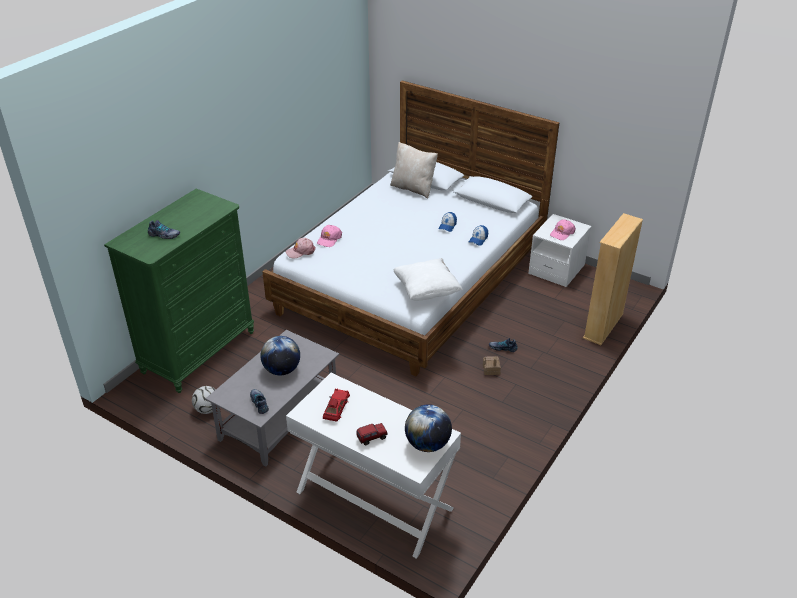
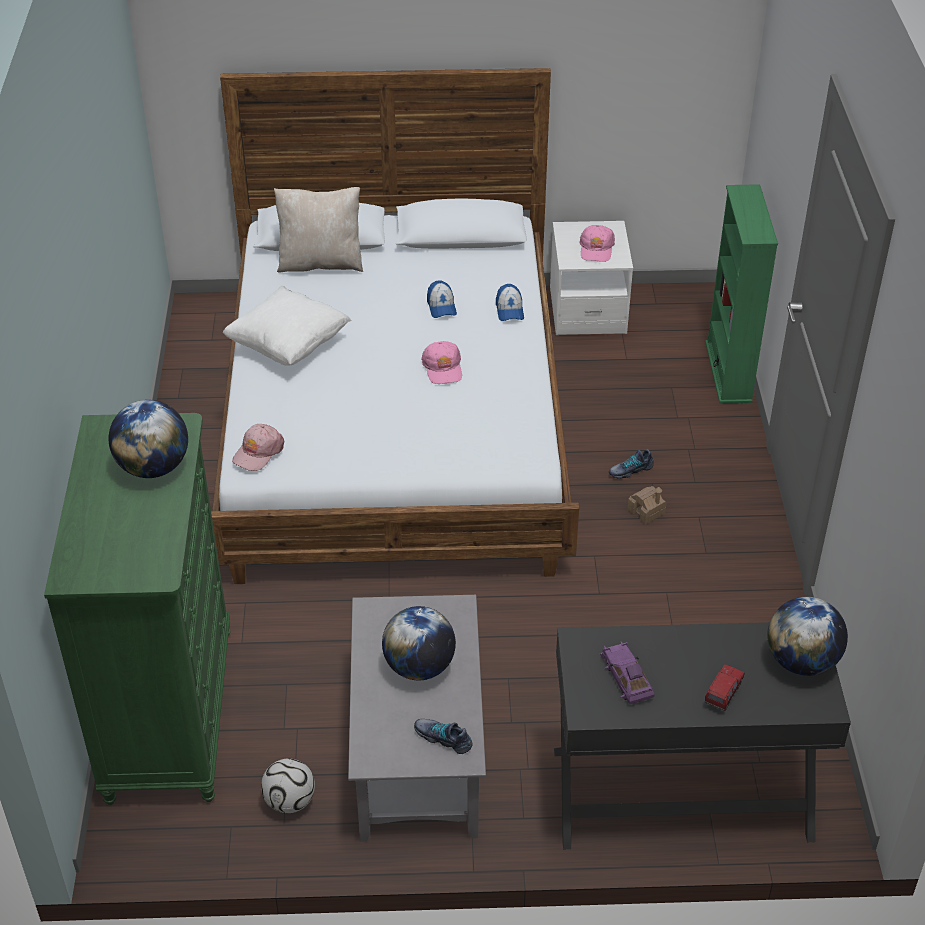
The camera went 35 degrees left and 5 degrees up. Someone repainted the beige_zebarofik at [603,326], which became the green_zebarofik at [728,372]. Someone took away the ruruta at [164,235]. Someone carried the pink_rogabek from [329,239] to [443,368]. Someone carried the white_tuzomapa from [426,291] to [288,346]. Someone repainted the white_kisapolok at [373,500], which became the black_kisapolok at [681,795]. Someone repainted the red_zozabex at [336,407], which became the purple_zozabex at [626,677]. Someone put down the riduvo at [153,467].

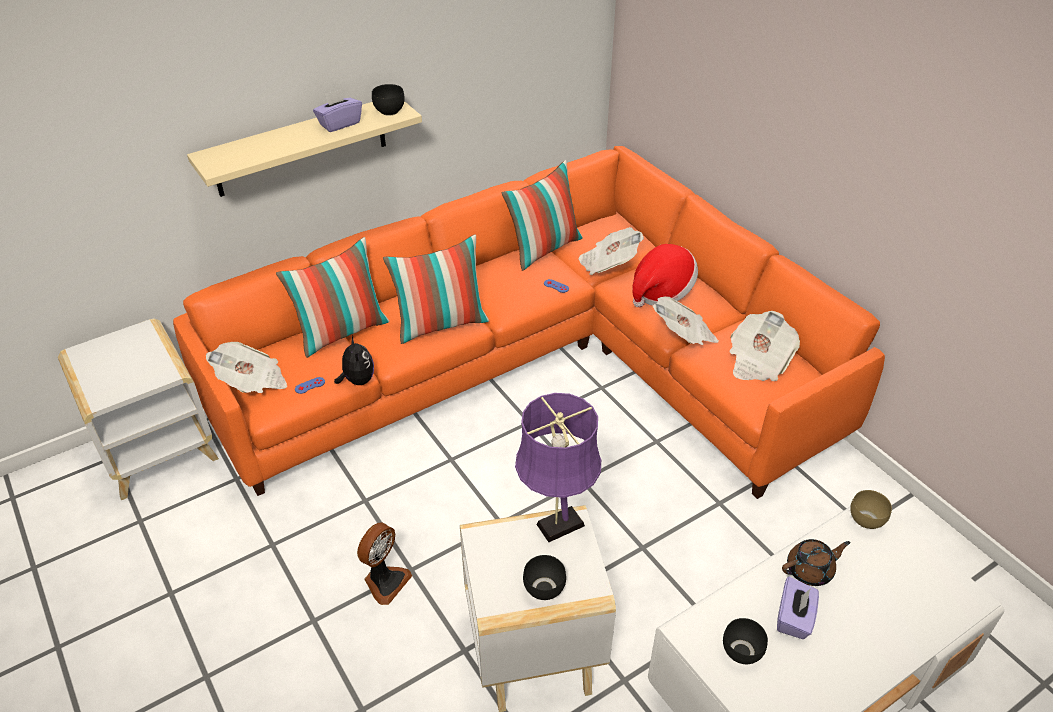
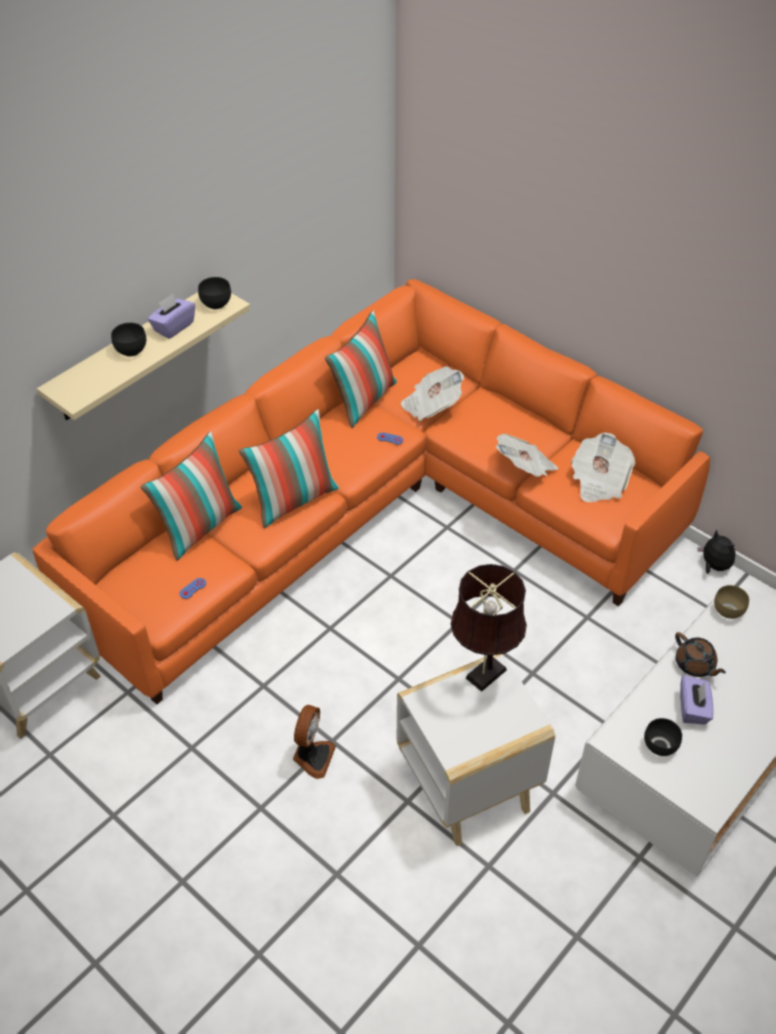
The camera went 15 degrees left and 5 degrees up. Someone took away the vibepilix at [661,291]. Someone carried the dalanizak from [357,380] to [713,566]. Someone took away the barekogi at [252,382]. Someone repainted the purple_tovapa at [556,527], which became the brown_tovapa at [483,676]. Someone rotated the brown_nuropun at [810,570] by 90 degrees clockwise. Someone carried the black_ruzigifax from [545,590] to [132,351].

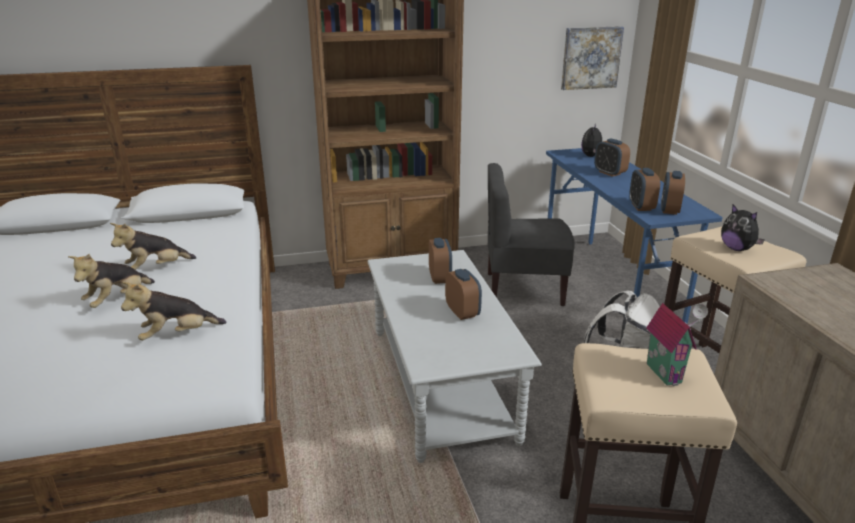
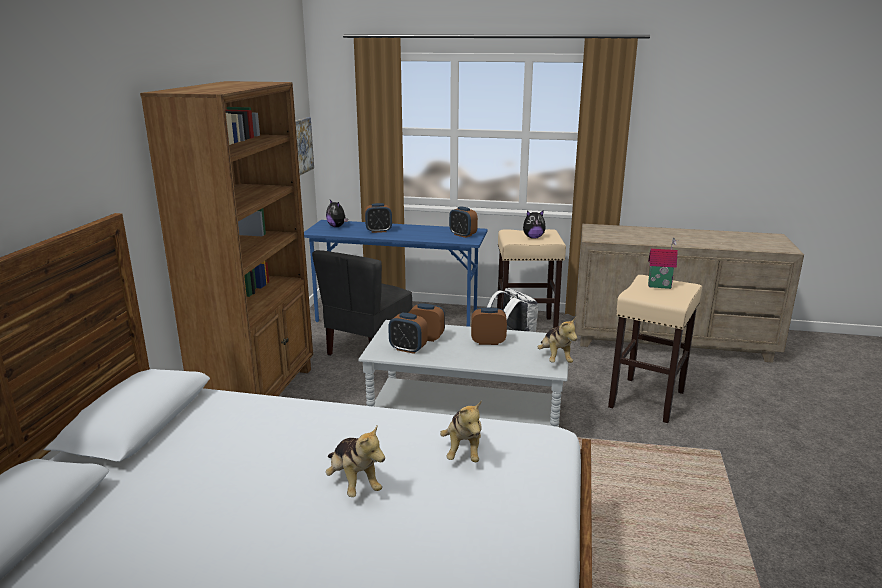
The camera went 65 degrees left and 5 degrees down. Someone carried the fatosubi from [641,207] to [408,349]. Someone carried the dalanizak from [156,269] to [555,358].

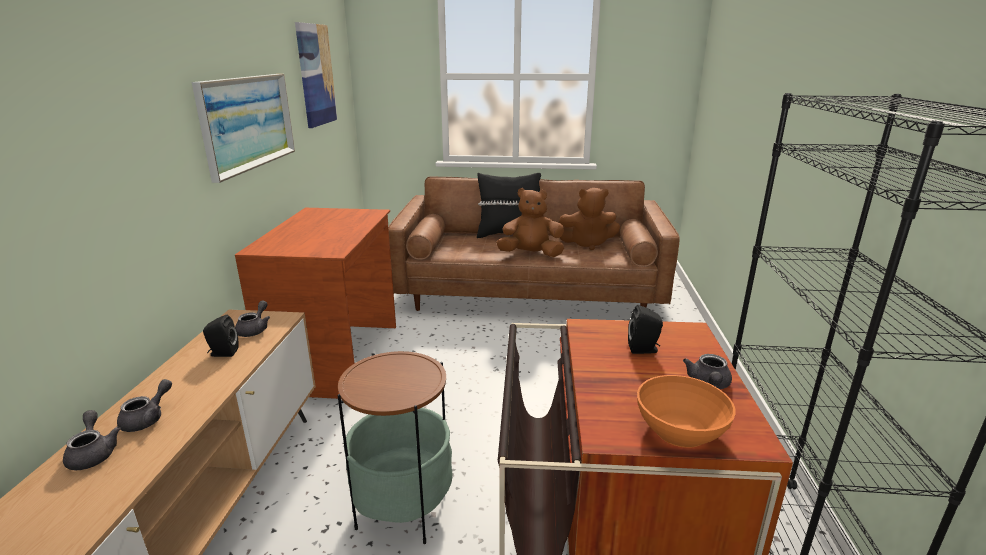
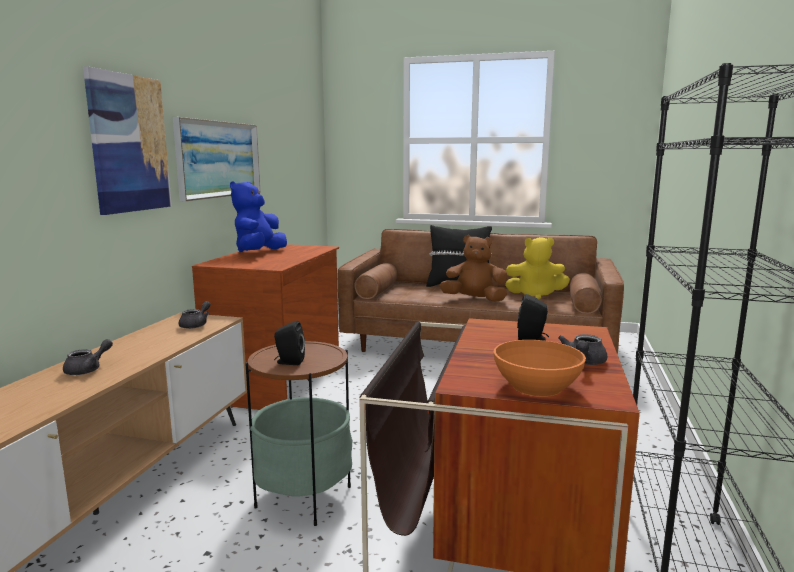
The camera went 10 degrees right and 10 degrees down. Someone carried the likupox from [316,75] to [129,144]. Someone repainted the brown_dalanizak at [587,244], which became the yellow_dalanizak at [535,295]. Someone carried the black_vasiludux from [222,353] to [289,362]. Someone took away the grey_nuropun at [93,453]. Someone put down the blue_dalanizak at [259,253].

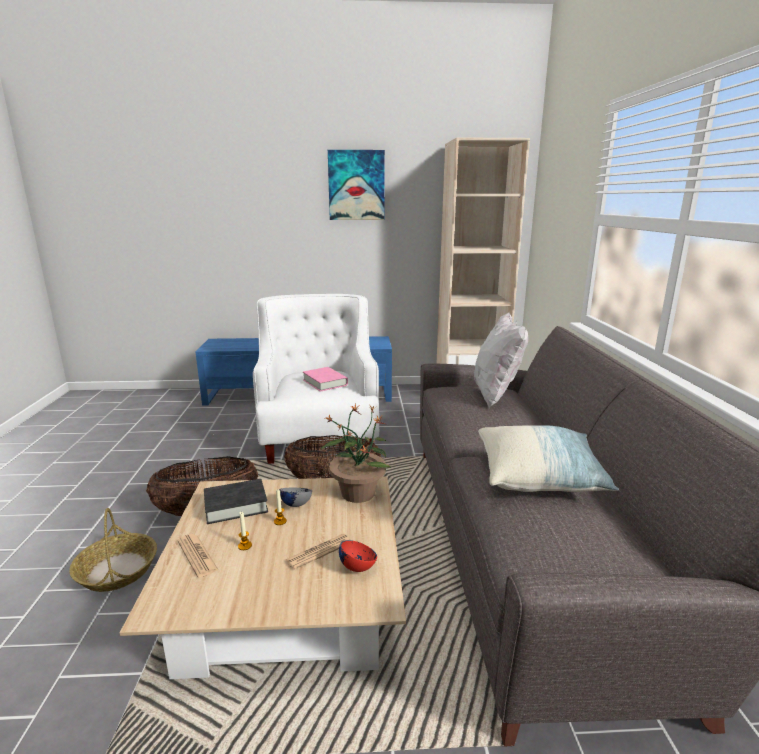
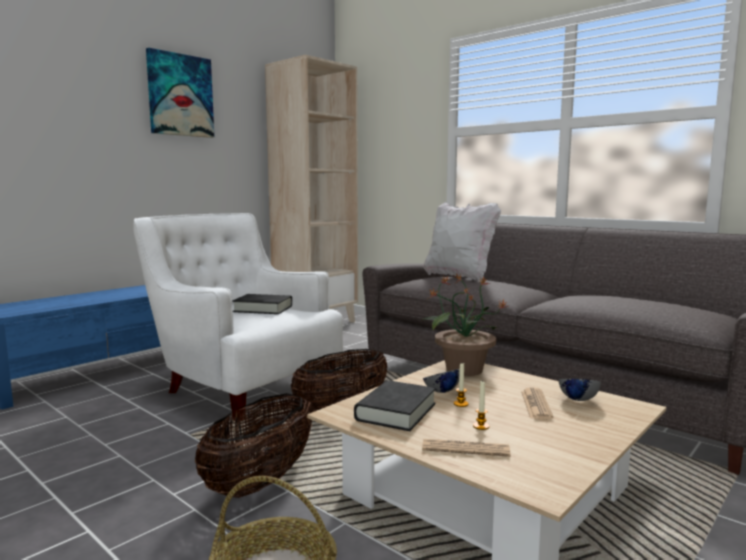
The camera went 45 degrees left and 10 degrees down. Someone repainted the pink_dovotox at [325,382], which became the black_dovotox at [263,309]. Someone took away the tuzomapa at [539,476]. Someone repainted the red_ruzigifax at [358,567], which became the grey_ruzigifax at [578,399].

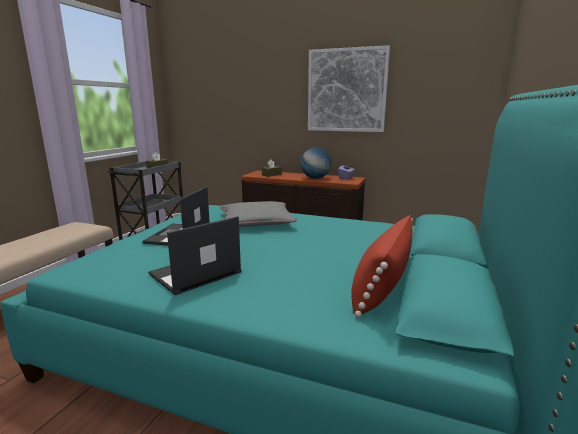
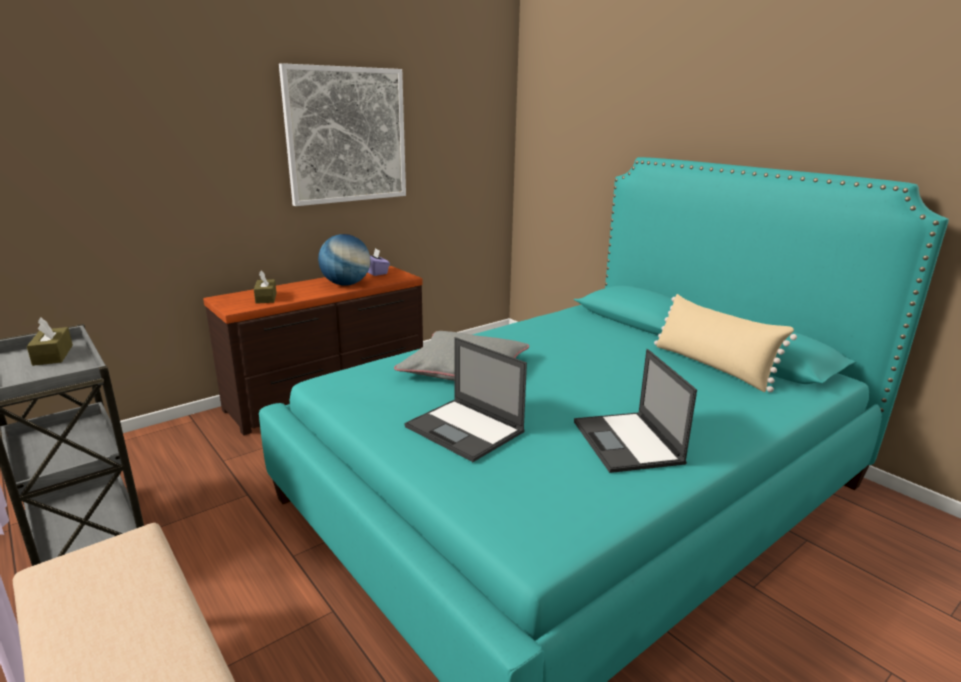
The camera went 60 degrees left and 5 degrees up. Someone repainted the red_tuzomapa at [381,286], which became the beige_tuzomapa at [712,366].

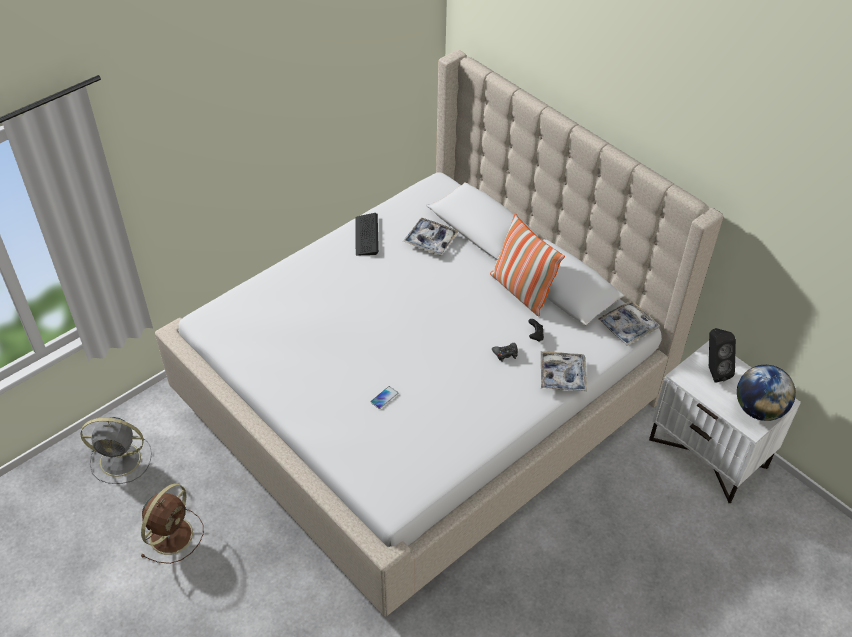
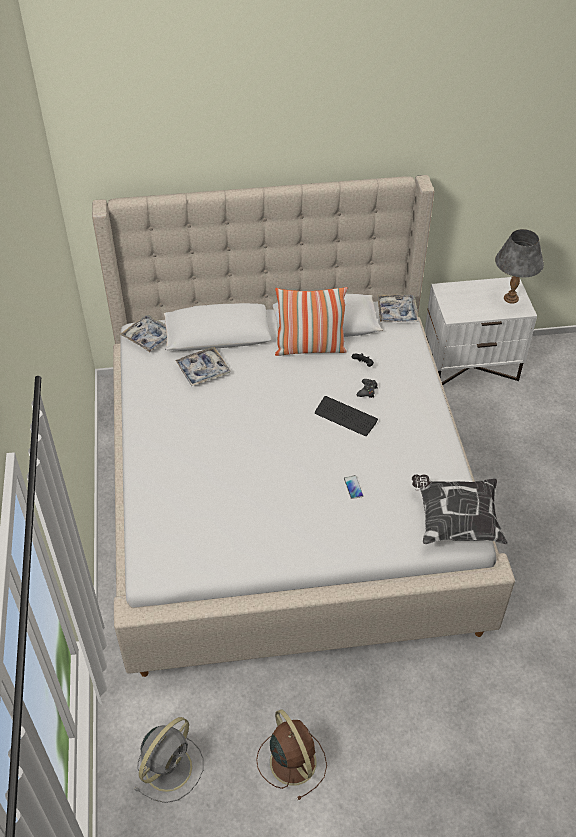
The camera went 55 degrees left and 0 degrees up. Someone carried the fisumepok from [366,235] to [345,417]. Someone took away the black_vasiludux at [713,371]. Someone carried the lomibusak from [562,375] to [149,337]. Someone swapped the riduvo at [758,409] for the grey_tovapa at [511,298]. Someone put down the tuzomapa at [455,520].

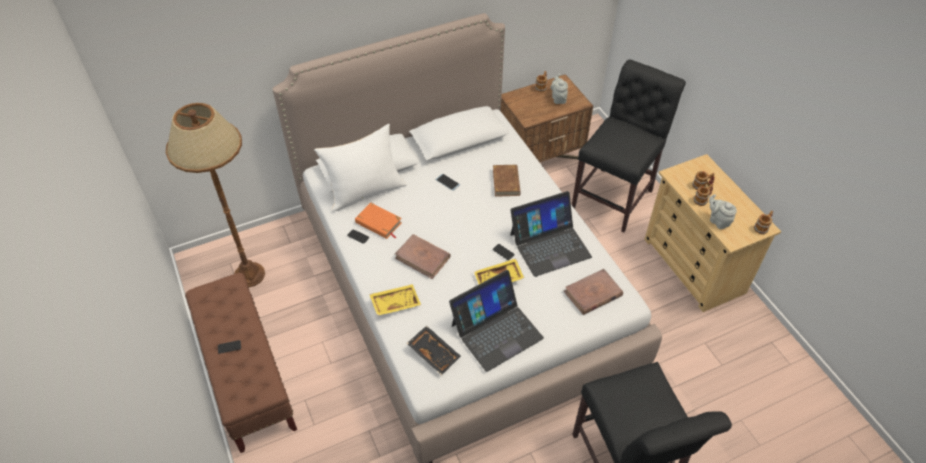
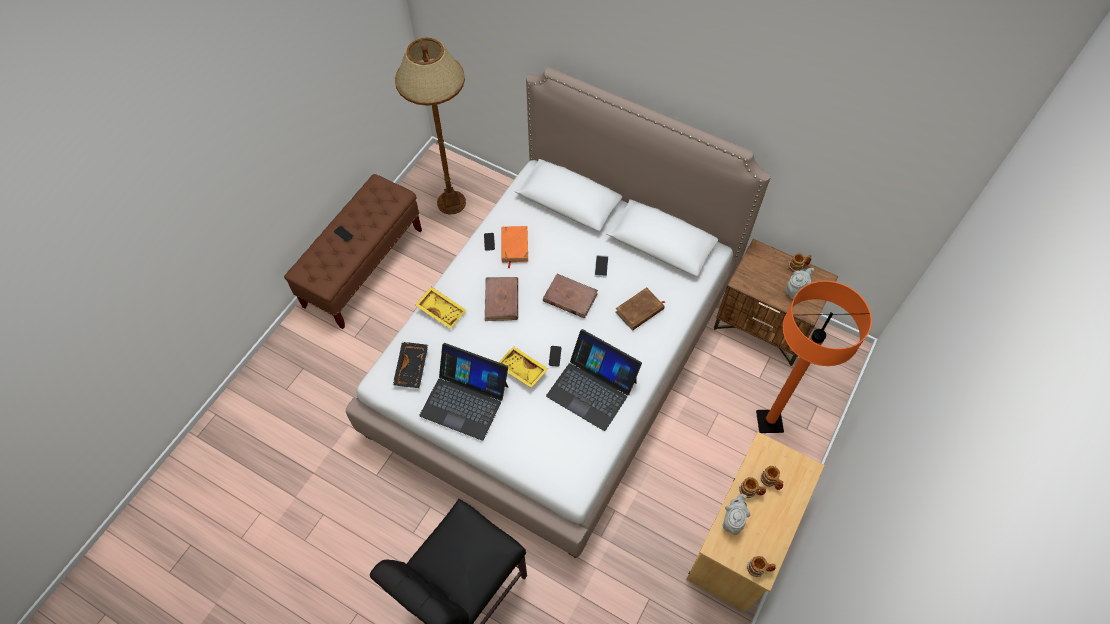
The camera went 55 degrees right and 10 degrees up. Someone swapped the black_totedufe at [615,196] for the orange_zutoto at [769,422]. Someone took away the white_tuzomapa at [365,191]. Someone carried the brown_dovotox from [592,294] to [570,297].

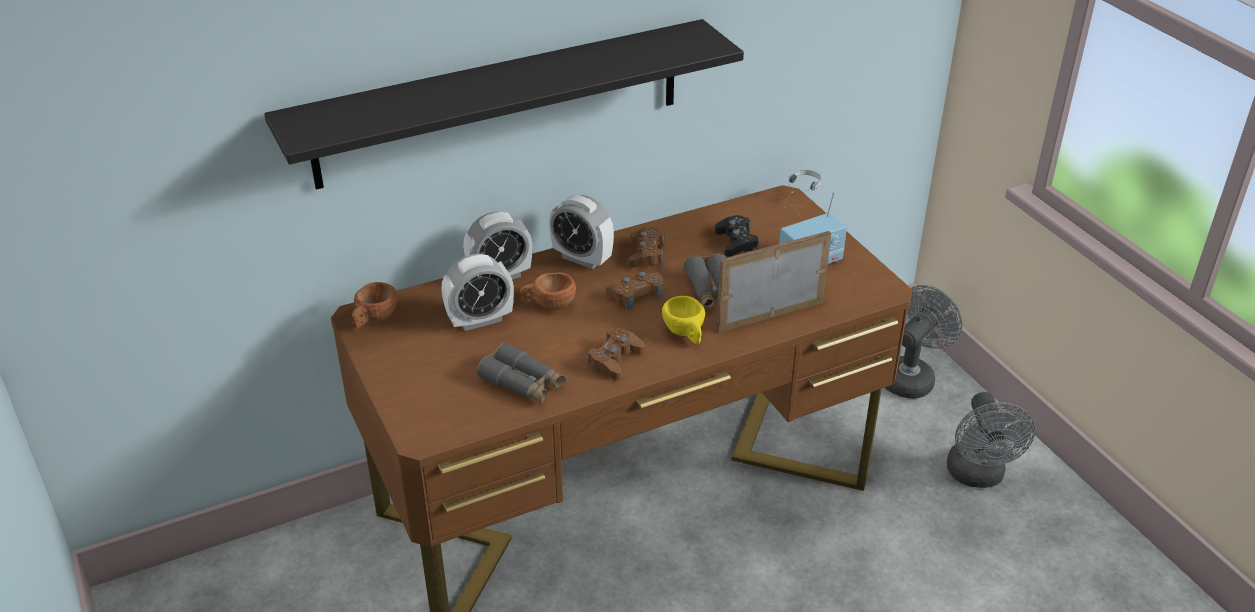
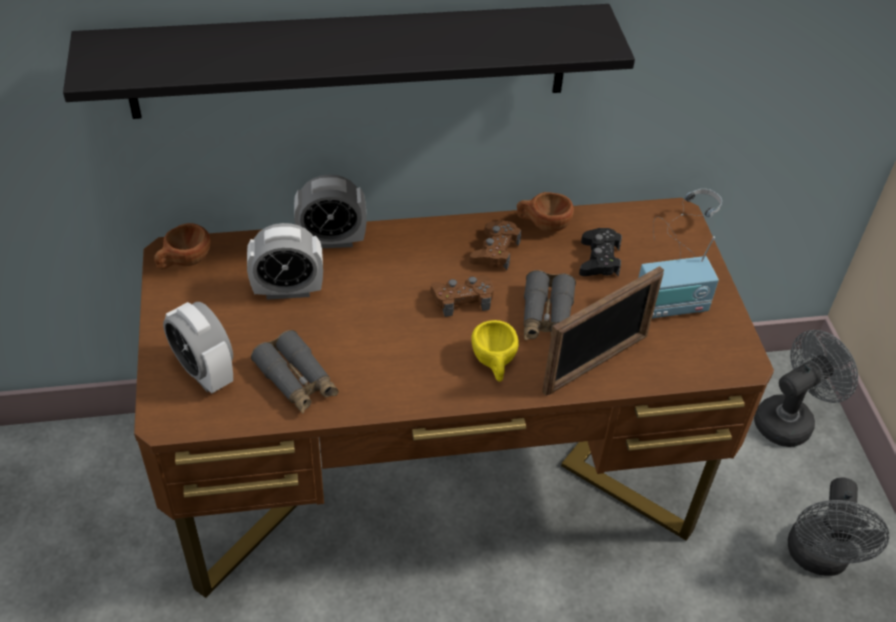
The camera went 15 degrees right and 10 degrees up. Someone carried the fatosubi from [582,258] to [204,372]. Someone rotated the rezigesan at [769,316] by 150 degrees clockwise. Someone carried the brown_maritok from [548,305] to [542,224]. Someone took away the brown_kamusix at [615,359].

